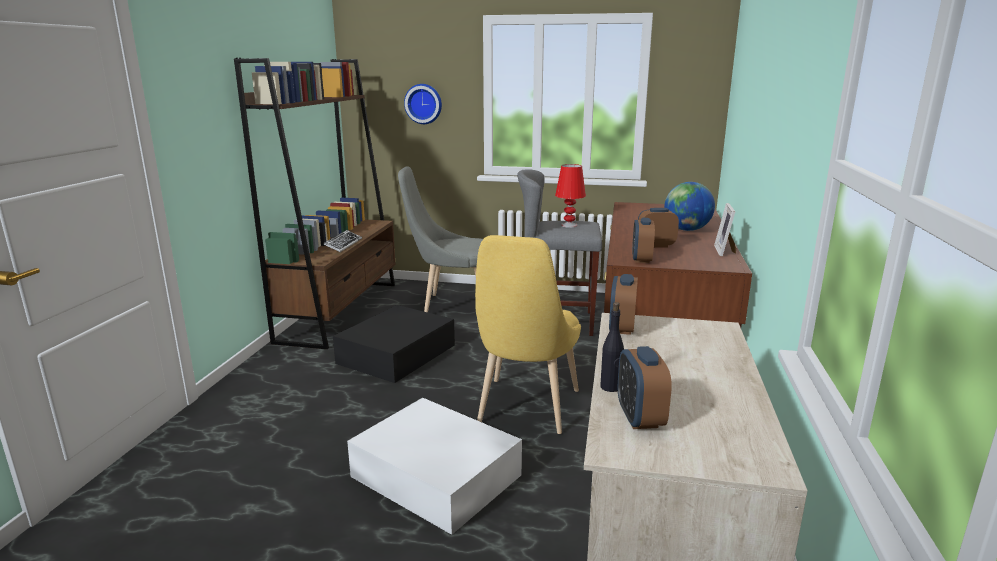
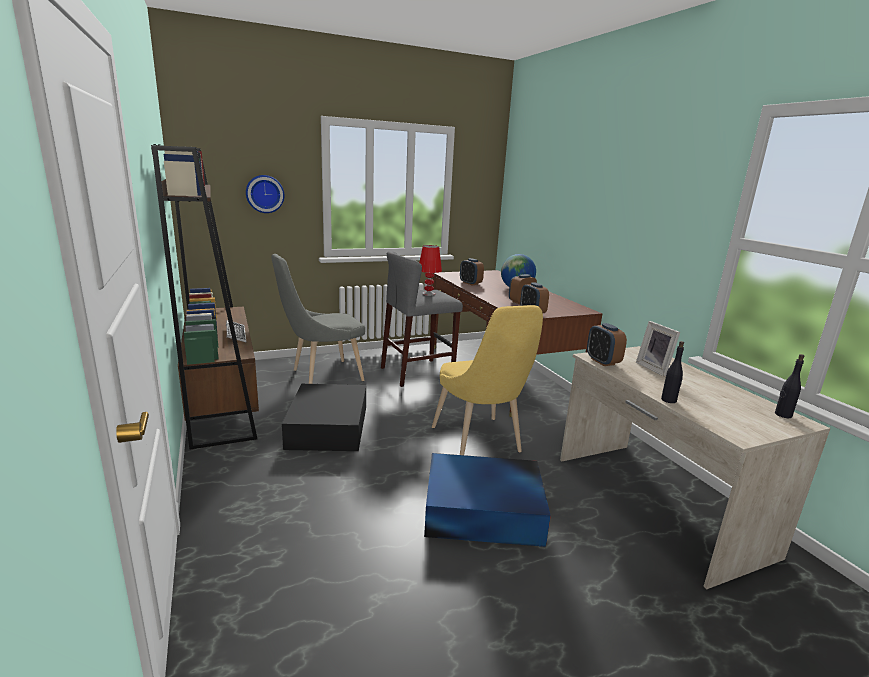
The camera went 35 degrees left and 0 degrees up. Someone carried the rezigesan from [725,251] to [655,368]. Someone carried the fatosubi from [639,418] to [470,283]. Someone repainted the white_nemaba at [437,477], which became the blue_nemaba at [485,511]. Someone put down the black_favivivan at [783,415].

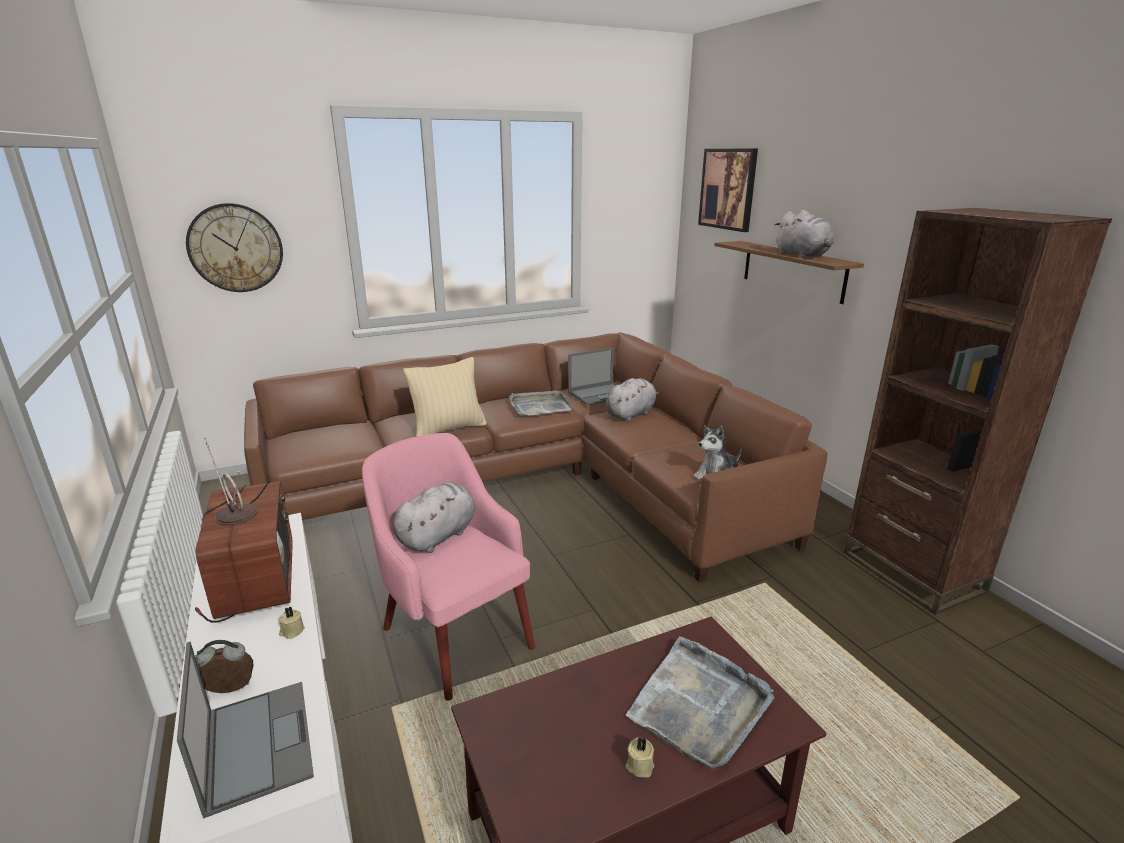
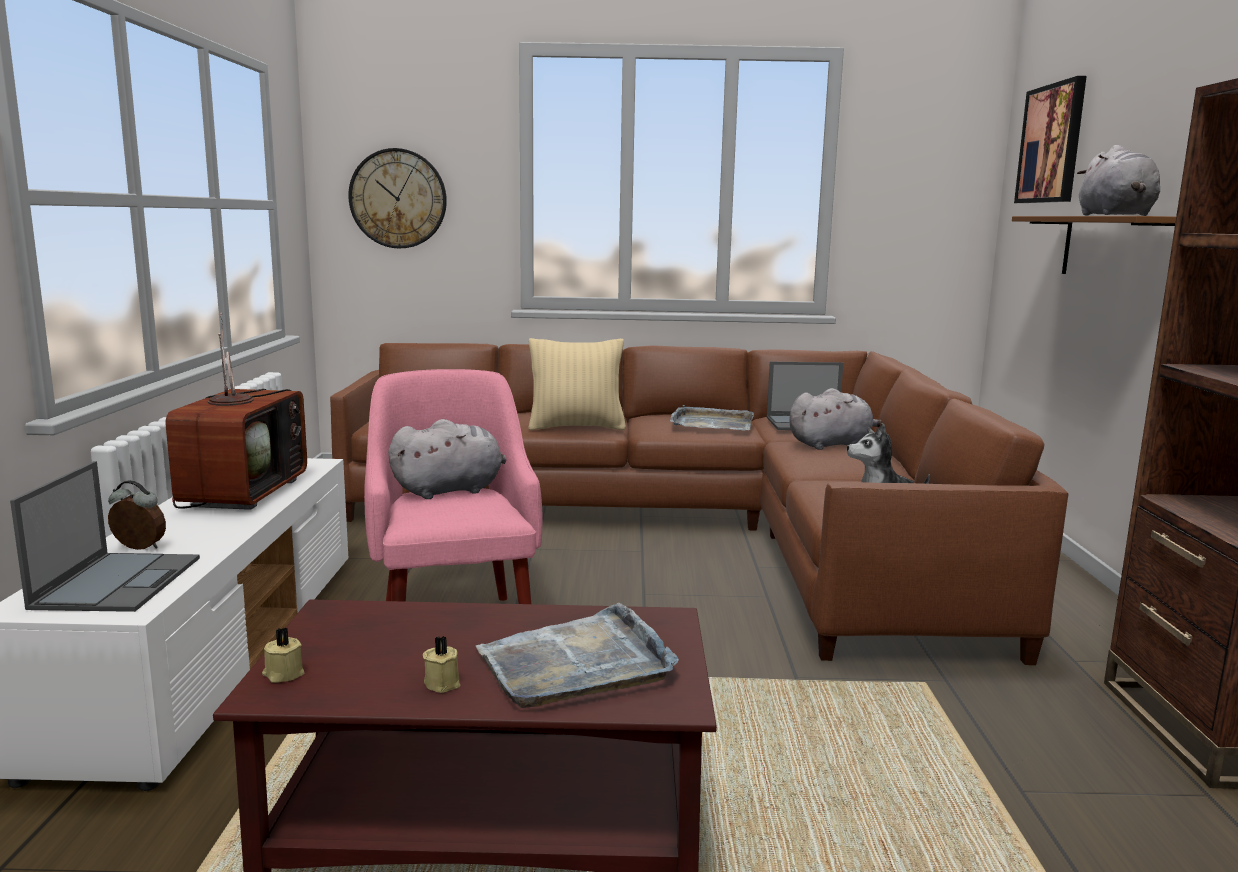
The camera went 25 degrees right and 10 degrees down. Someone carried the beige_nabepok from [291,631] to [283,674].

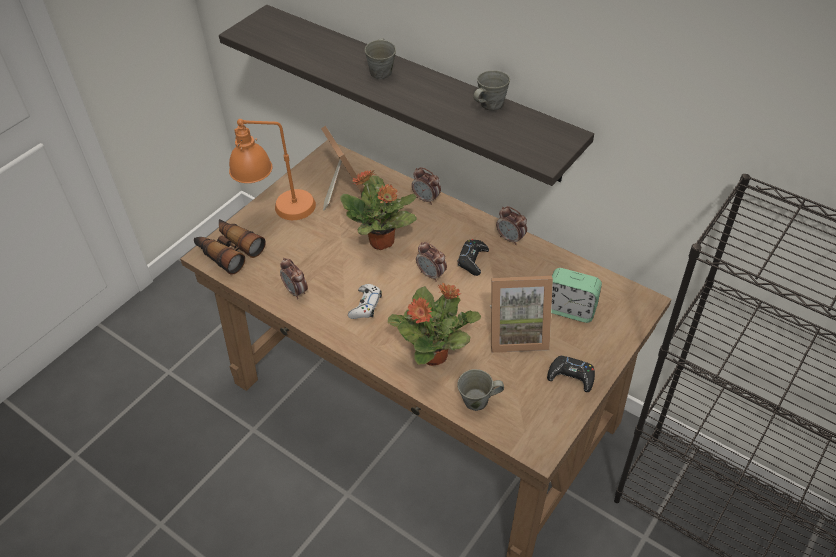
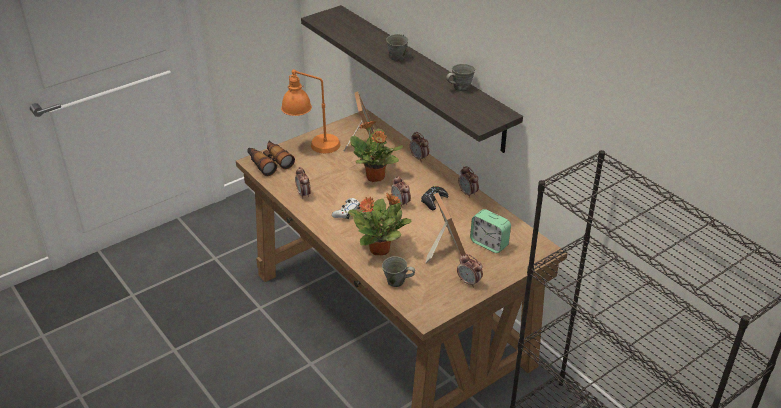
The camera went 15 degrees right and 10 degrees down. Someone rotated the rezigesan at [517,333] by 120 degrees counterclockwise. Someone swapped the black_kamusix at [571,377] for the fatosubi at [469,282].

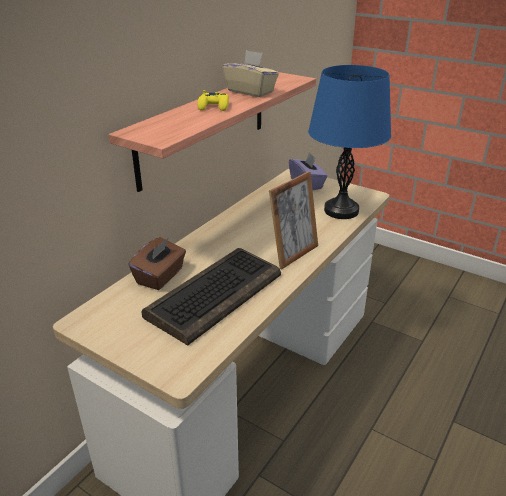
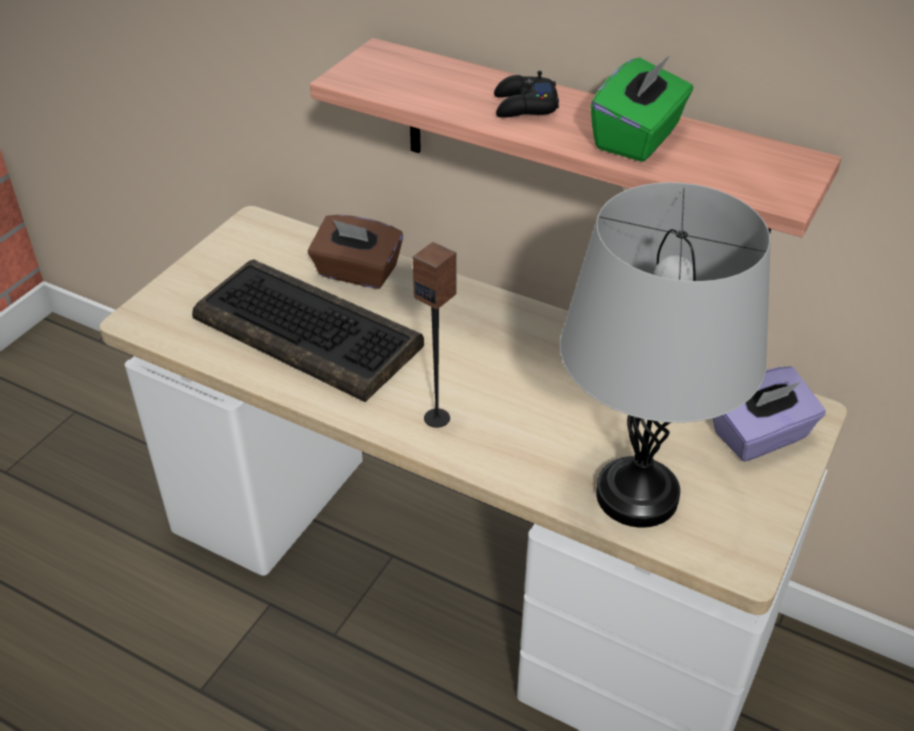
The camera went 85 degrees right and 10 degrees up. Someone repainted the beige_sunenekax at [251,92], which became the green_sunenekax at [638,138]. Someone repainted the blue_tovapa at [341,211], which became the grey_tovapa at [636,495]. Someone repainted the yellow_kamusix at [214,106], which became the black_kamusix at [524,106]. Someone swapped the rezigesan at [293,254] for the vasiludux at [437,418].

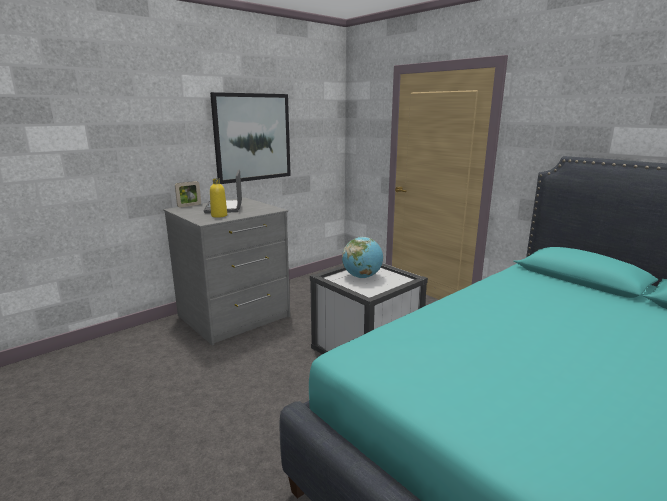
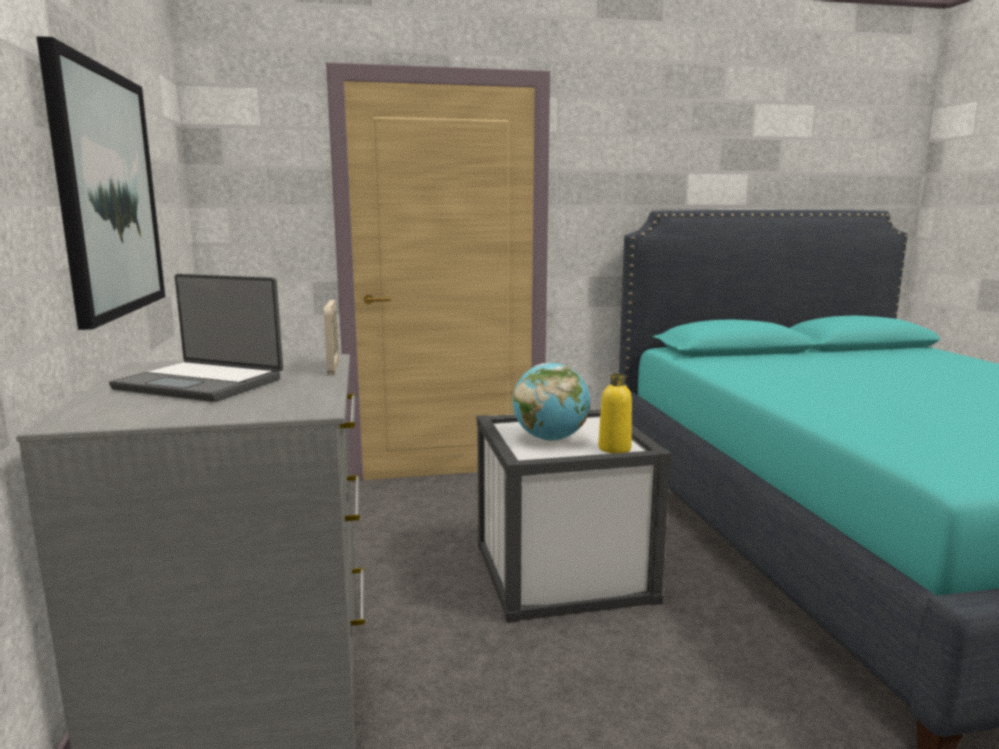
The camera went 60 degrees left and 5 degrees down. Someone carried the yellow_favivivan from [219,215] to [614,448]. Someone carried the rezigesan from [189,205] to [333,368].

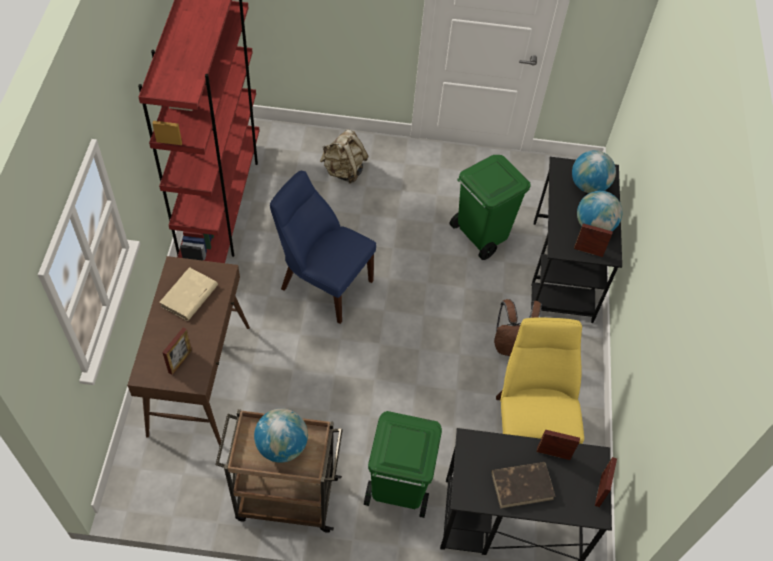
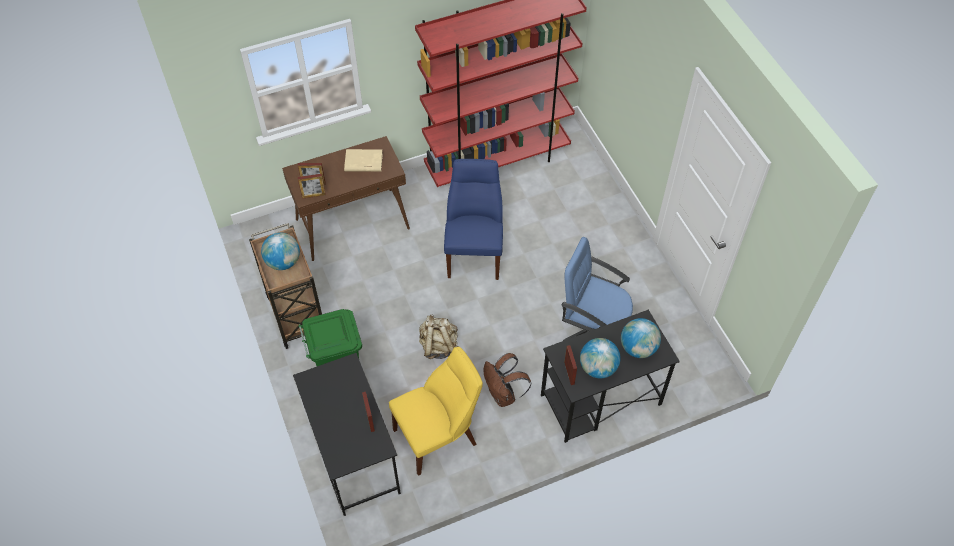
The camera went 65 degrees right and 0 degrees up. Someone carried the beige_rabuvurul from [344,171] to [439,346]. Someone swapped the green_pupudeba at [480,235] for the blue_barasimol at [592,328]. Someone carried the rezigesan from [600,490] to [313,195]. Someone took away the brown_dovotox at [522,485].

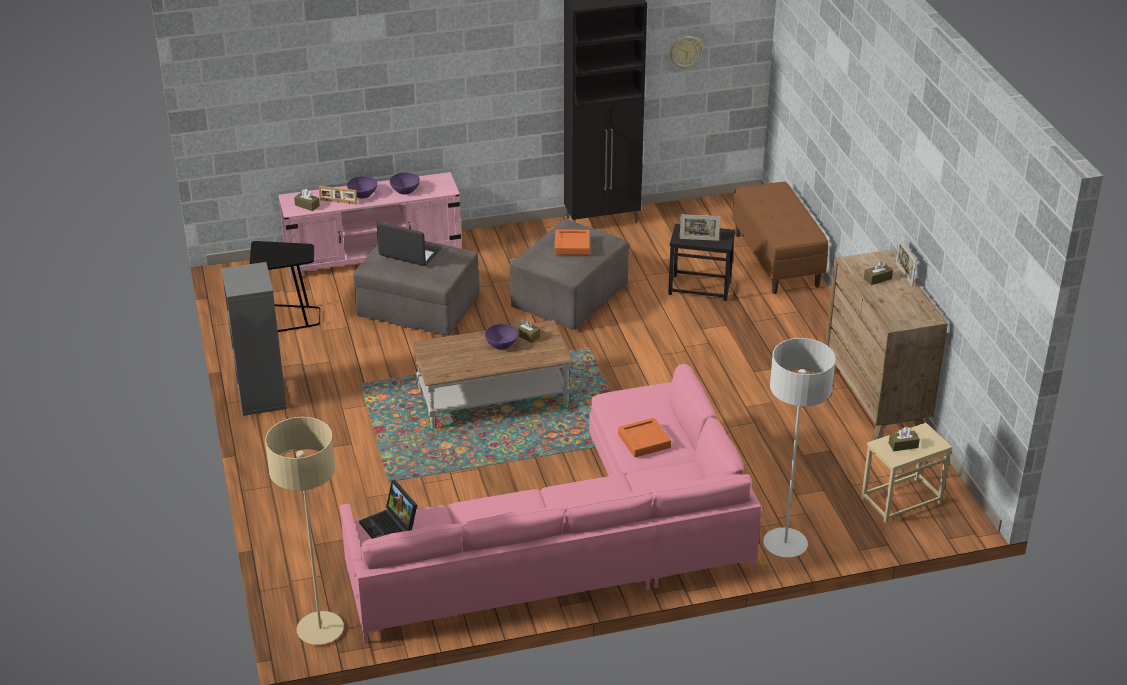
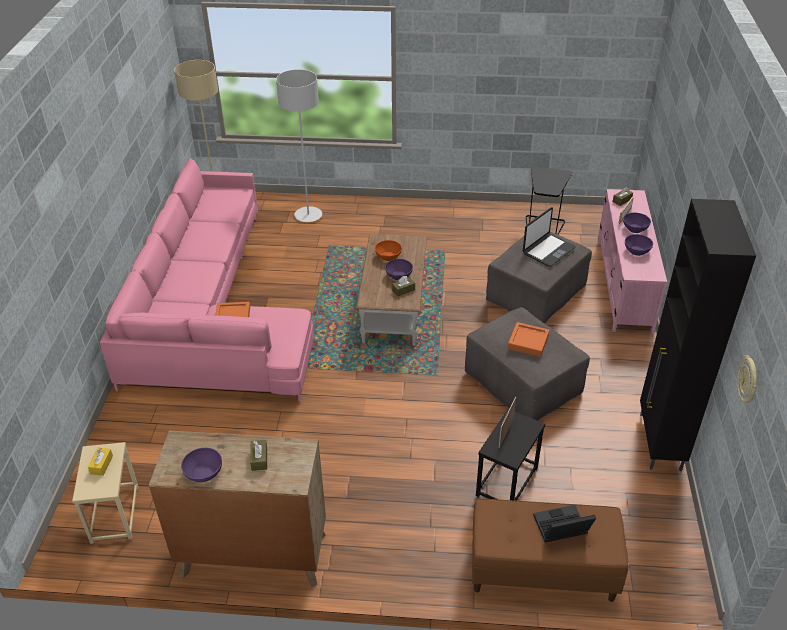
The camera went 110 degrees right and 5 degrees up. Someone took away the rezigesan at [903,274]. Someone took away the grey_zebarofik at [261,396]. Someone carried the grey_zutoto from [785,544] to [308,215]. Someone repainted the brown_sunenekax at [903,445], which became the yellow_sunenekax at [101,465]. Someone carried the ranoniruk from [391,528] to [560,529]. Someone put down the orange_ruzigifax at [388,256]. Someone put down the purple_ruzigifax at [204,472].

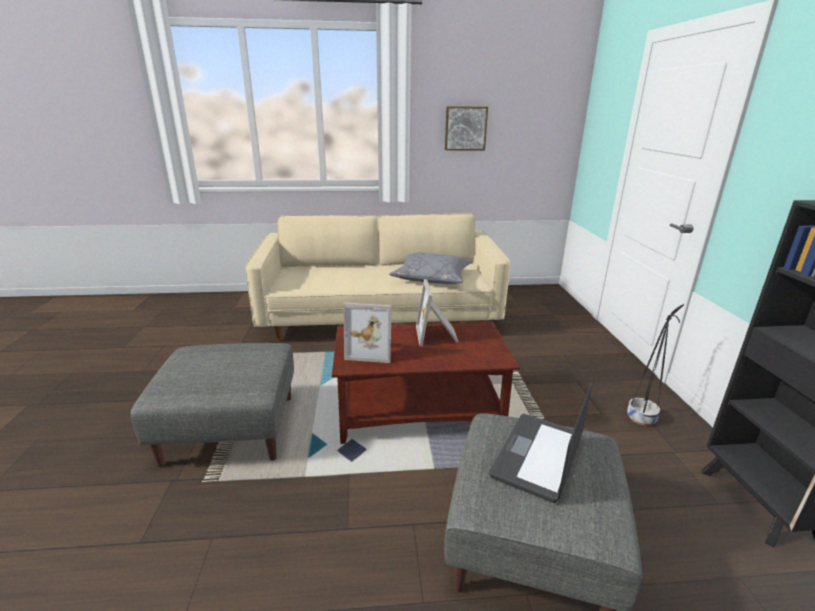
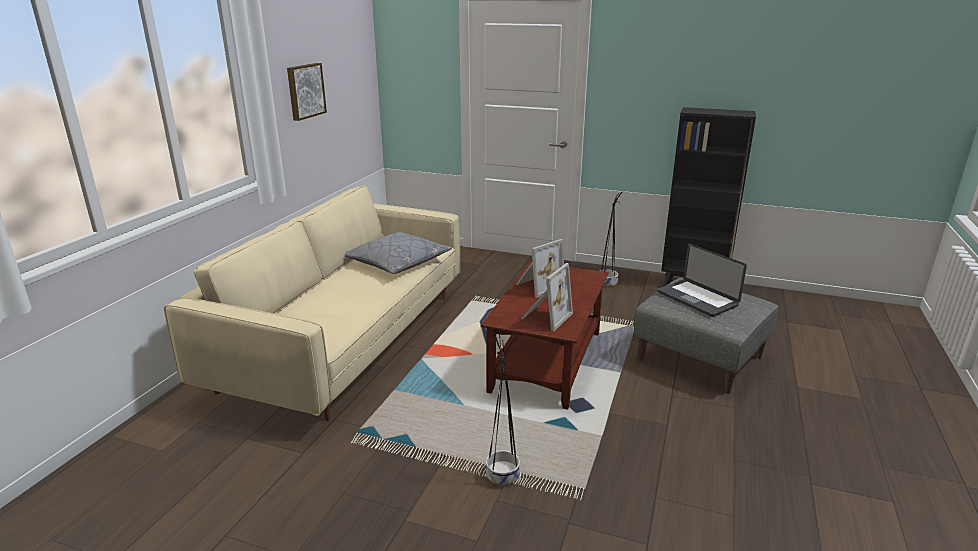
The camera went 65 degrees left and 0 degrees up. Someone rotated the rezigesan at [437,335] by 60 degrees counterclockwise. Someone swapped the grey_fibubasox at [231,428] for the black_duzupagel at [502,475].

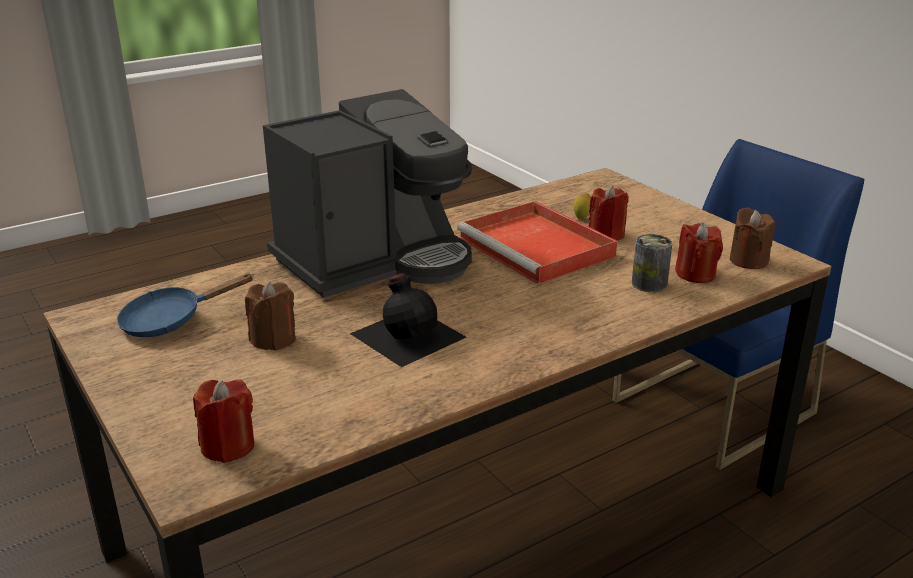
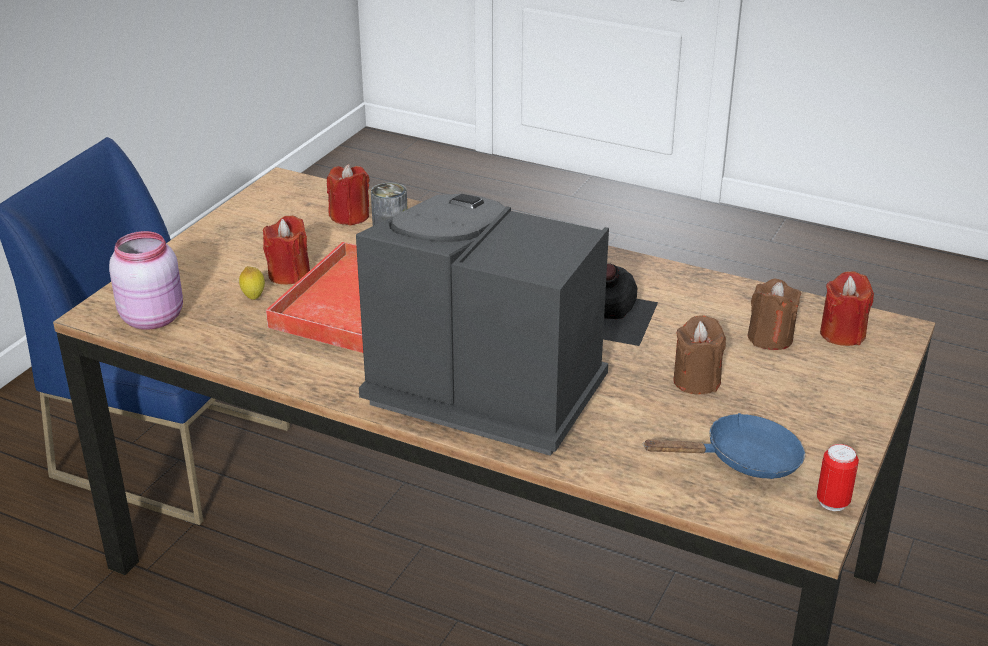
The camera went 120 degrees left and 5 degrees up. Someone carried the brown_nabepok from [748,261] to [770,338]. Someone rotated the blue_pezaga at [170,321] by 45 degrees counterclockwise. Someone put down the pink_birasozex at [153,317]. Someone put down the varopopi at [832,502].

